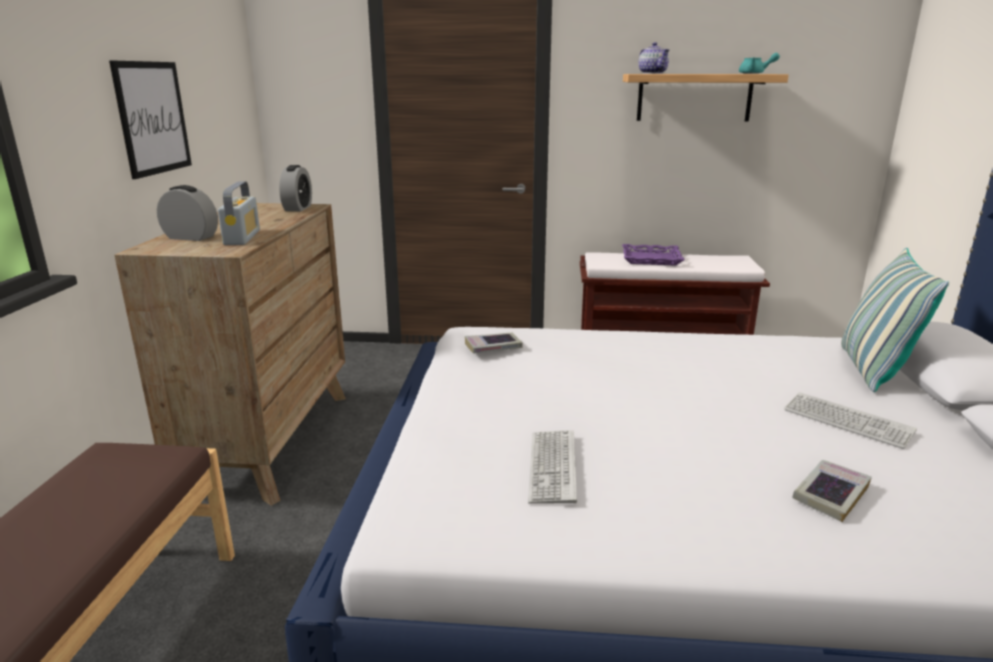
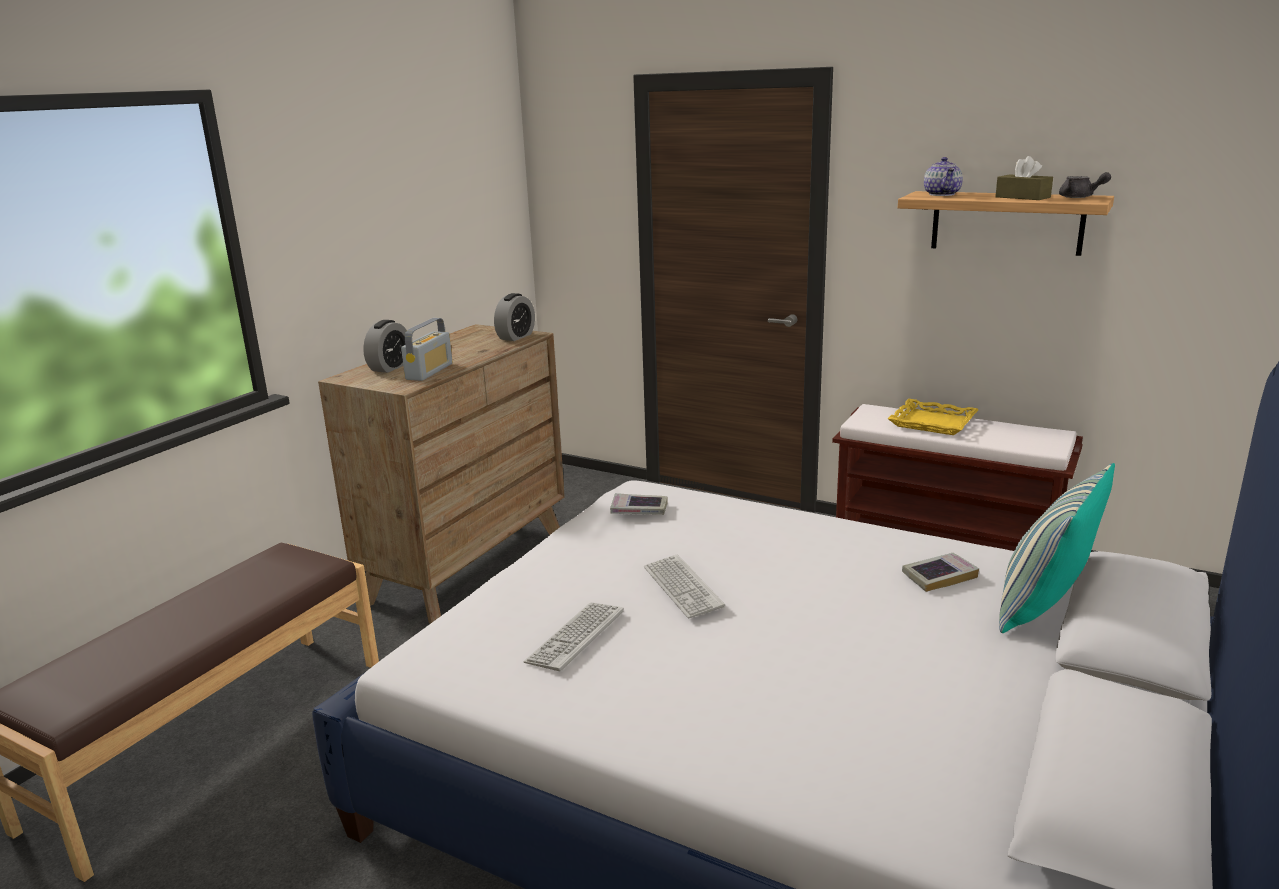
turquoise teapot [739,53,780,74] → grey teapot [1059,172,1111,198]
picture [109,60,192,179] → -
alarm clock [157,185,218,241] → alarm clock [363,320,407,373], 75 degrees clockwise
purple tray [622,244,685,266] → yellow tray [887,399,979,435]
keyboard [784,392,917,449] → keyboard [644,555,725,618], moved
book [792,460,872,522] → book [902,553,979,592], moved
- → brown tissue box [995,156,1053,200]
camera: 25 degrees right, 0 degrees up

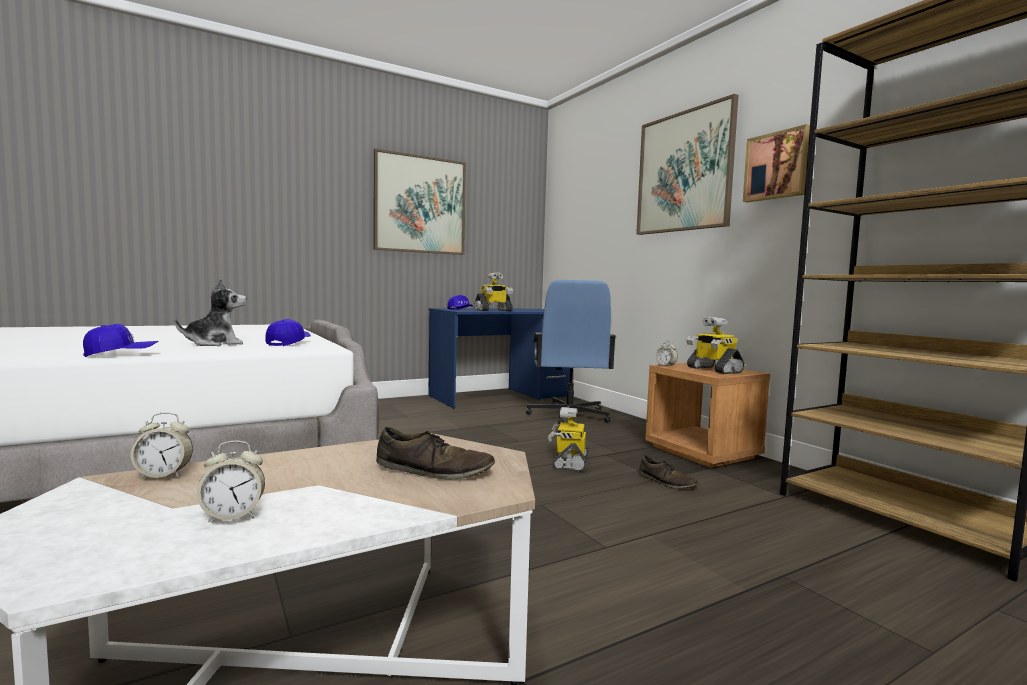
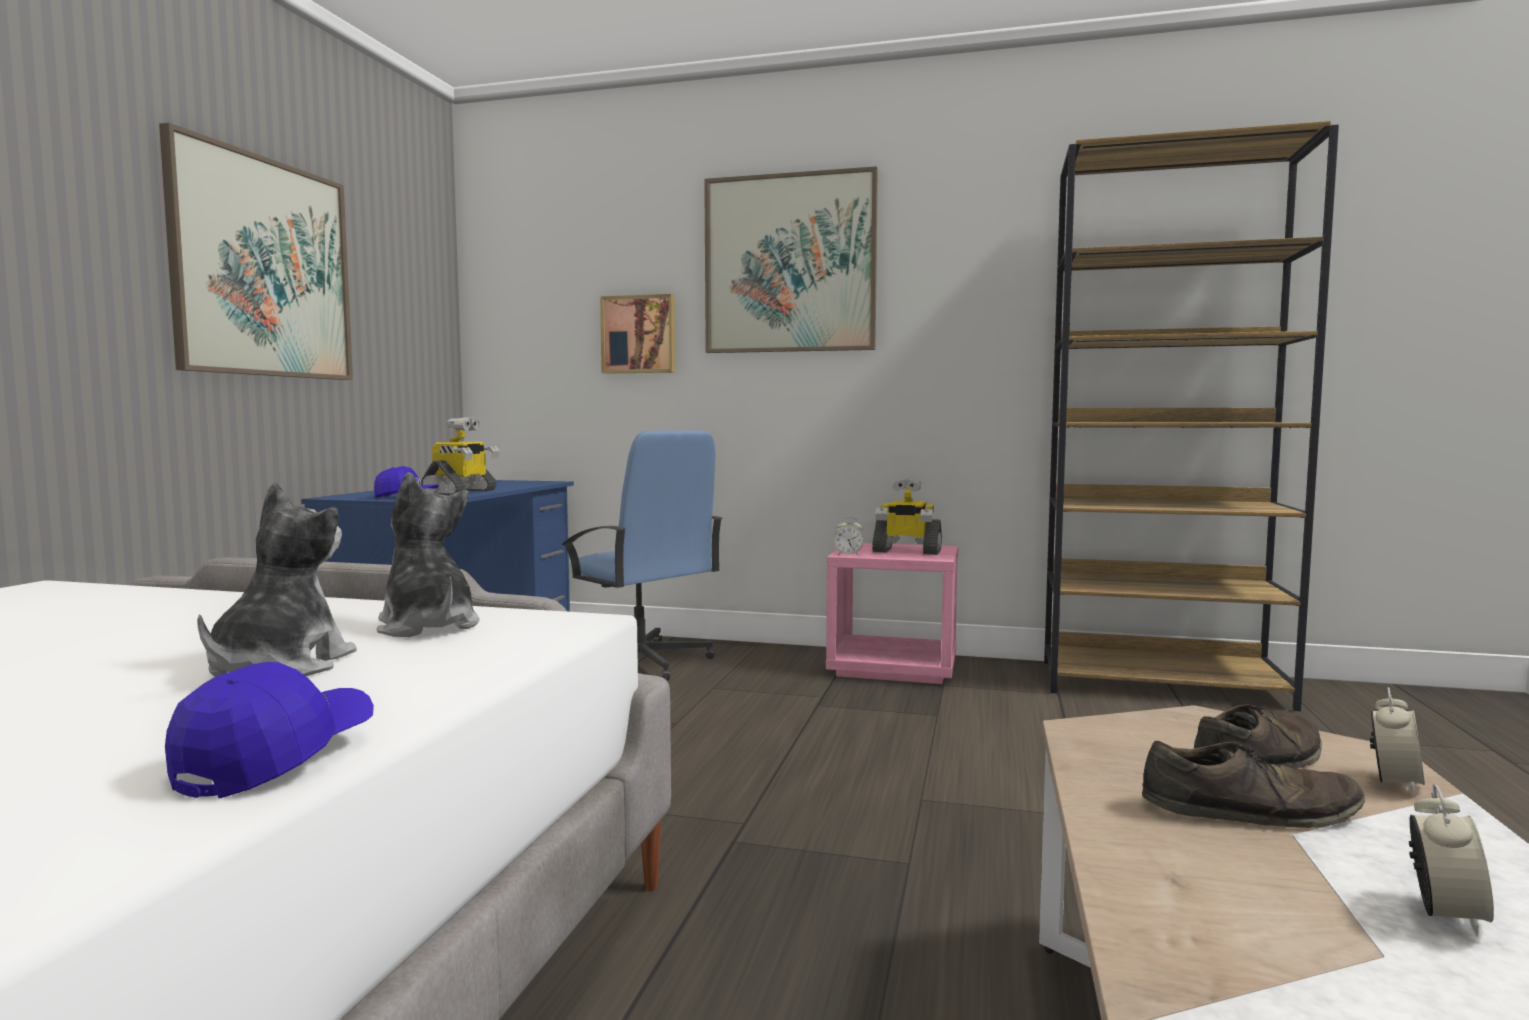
picture [743,124,810,202] → picture [600,294,675,374], moved
blue cap [265,319,311,346] → plush toy [376,472,479,637]
brown nightstand [645,363,770,468] → pink nightstand [826,543,958,684]
toy robot [548,407,588,471] → -
alarm clock [130,412,193,479] → alarm clock [1370,687,1425,794], moved
brown shoe [639,455,698,489] → brown shoe [1142,741,1365,828], moved
camera: 45 degrees left, 0 degrees up

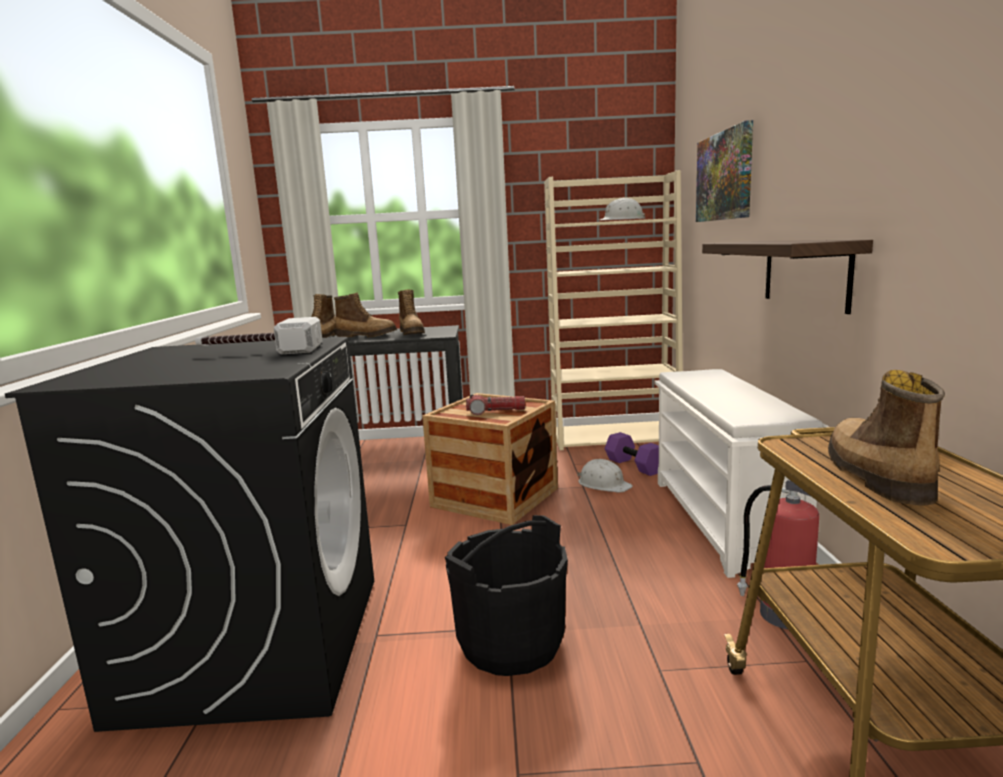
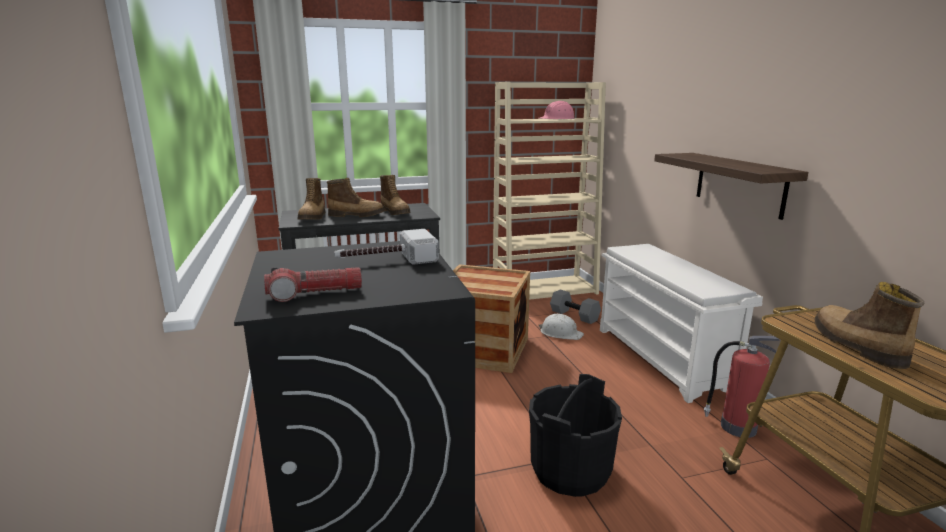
picture [696,120,753,222] → -
white hard hat [597,198,645,221] → pink hard hat [540,101,575,119]
flashlight [466,395,525,415] → flashlight [264,267,362,302], moved
purple dumbbell [605,432,659,476] → grey dumbbell [550,289,601,324]
camera: 15 degrees left, 5 degrees up

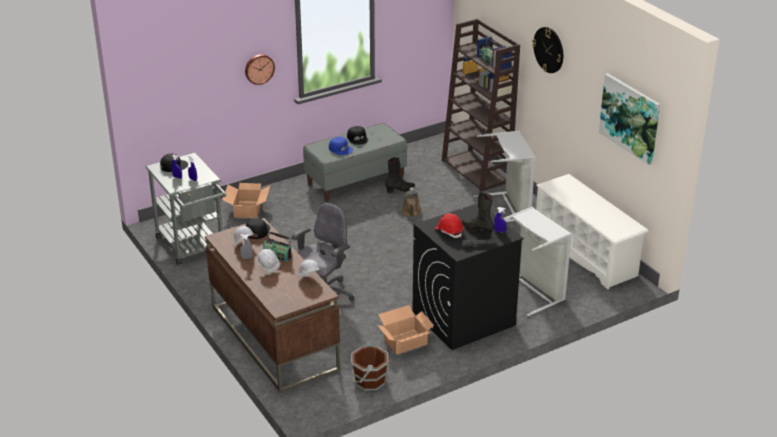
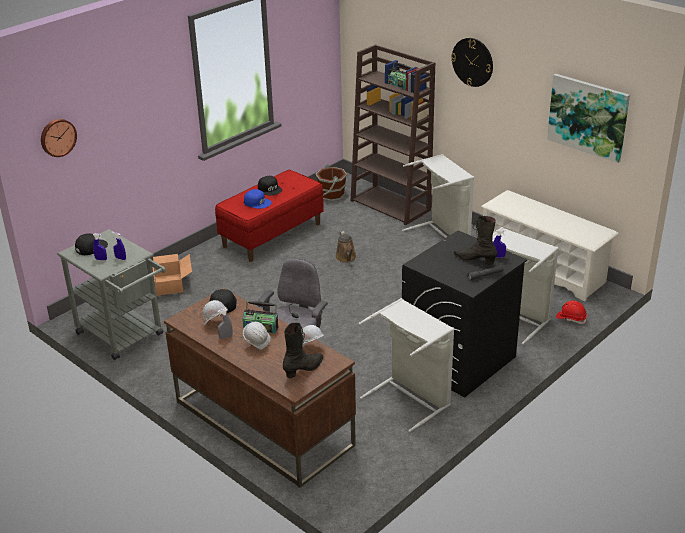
wall clock [245,54,275,85] → wall clock [41,119,77,157], moved
grey bench [303,123,407,202] → red bench [215,170,324,262]
black boot [385,157,415,193] → black boot [283,322,323,378], moved
red hard hat [435,213,463,238] → red hard hat [556,301,587,324], moved
cardboard box [377,305,434,355] → grey laundry basket [359,298,454,432]
brown bucket [351,342,389,391] → brown bucket [316,164,347,201], moved
camera: 15 degrees left, 0 degrees up

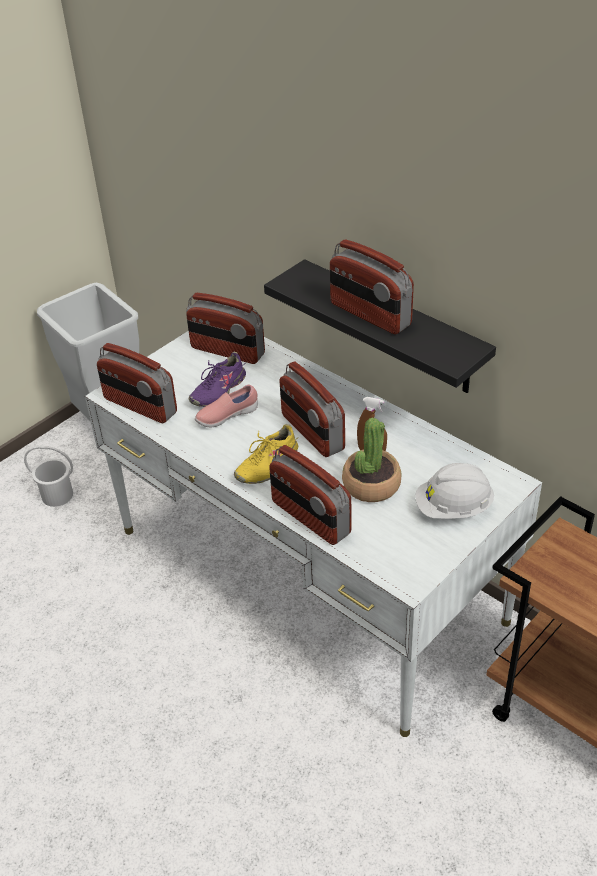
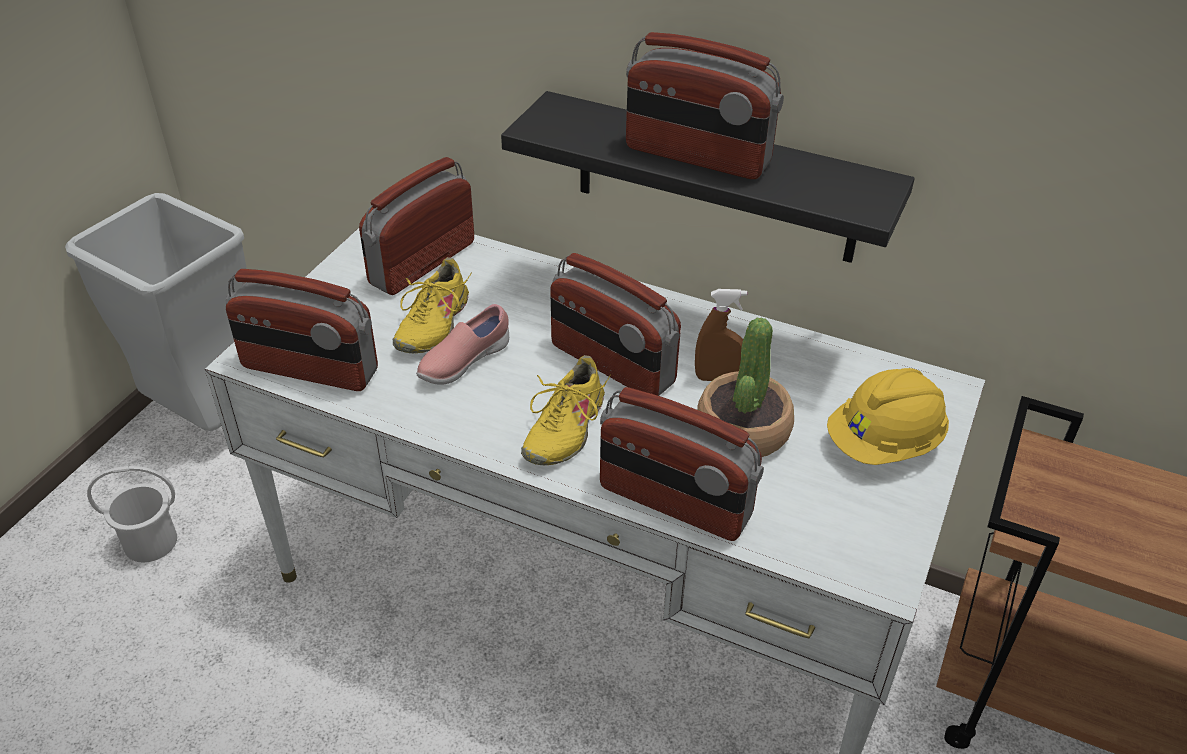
radio [186,293,265,364] → radio [359,157,474,295], 120 degrees clockwise
purple shoe [189,352,246,407] → yellow shoe [392,257,471,353]
white hard hat [415,463,494,519] → yellow hard hat [827,368,949,465]
camera: 20 degrees left, 0 degrees up

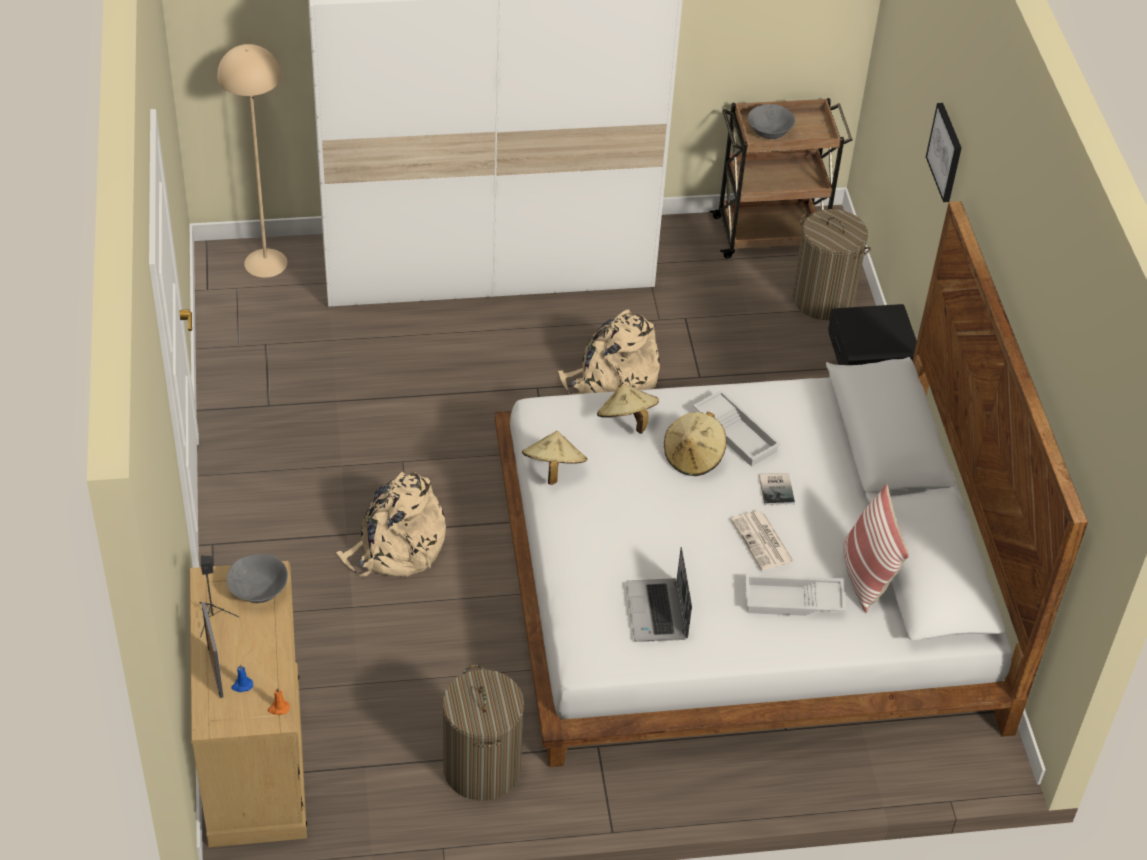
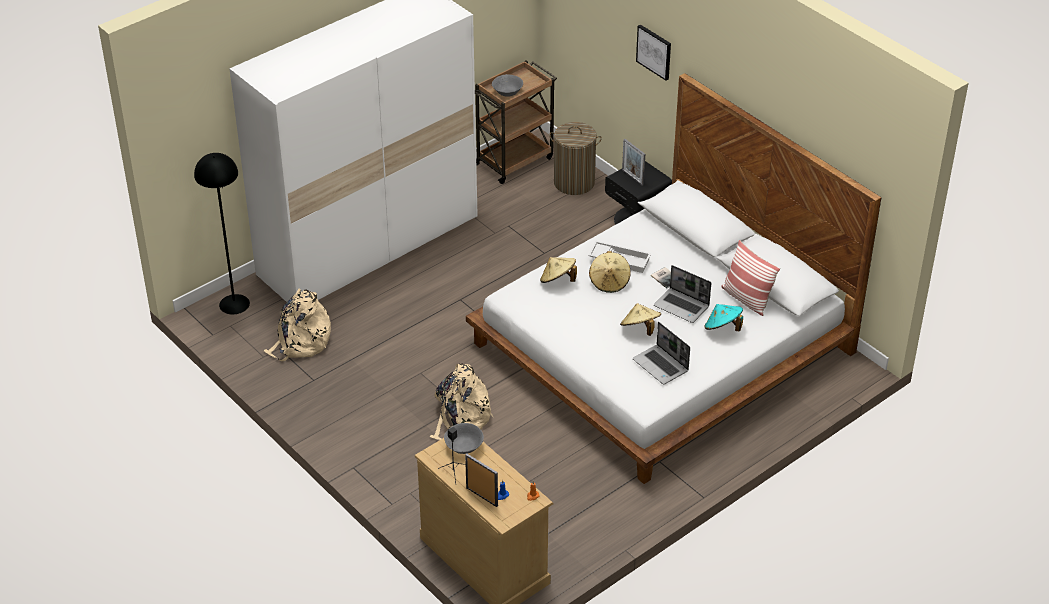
beige floor lamp [217,44,287,278] → black floor lamp [194,153,250,314]
beige backpack [558,310,660,395] → beige backpack [264,289,331,361], moved
beige hat [522,431,588,485] → beige hat [620,303,661,336], moved
newspaper [731,510,794,571] → laptop [654,265,711,323]
white tray [745,574,846,616] → turquoise hat [705,304,743,331]
laundry basket [442,665,524,800] → -
- → picture frame [622,139,645,186]
camera: 30 degrees left, 5 degrees down

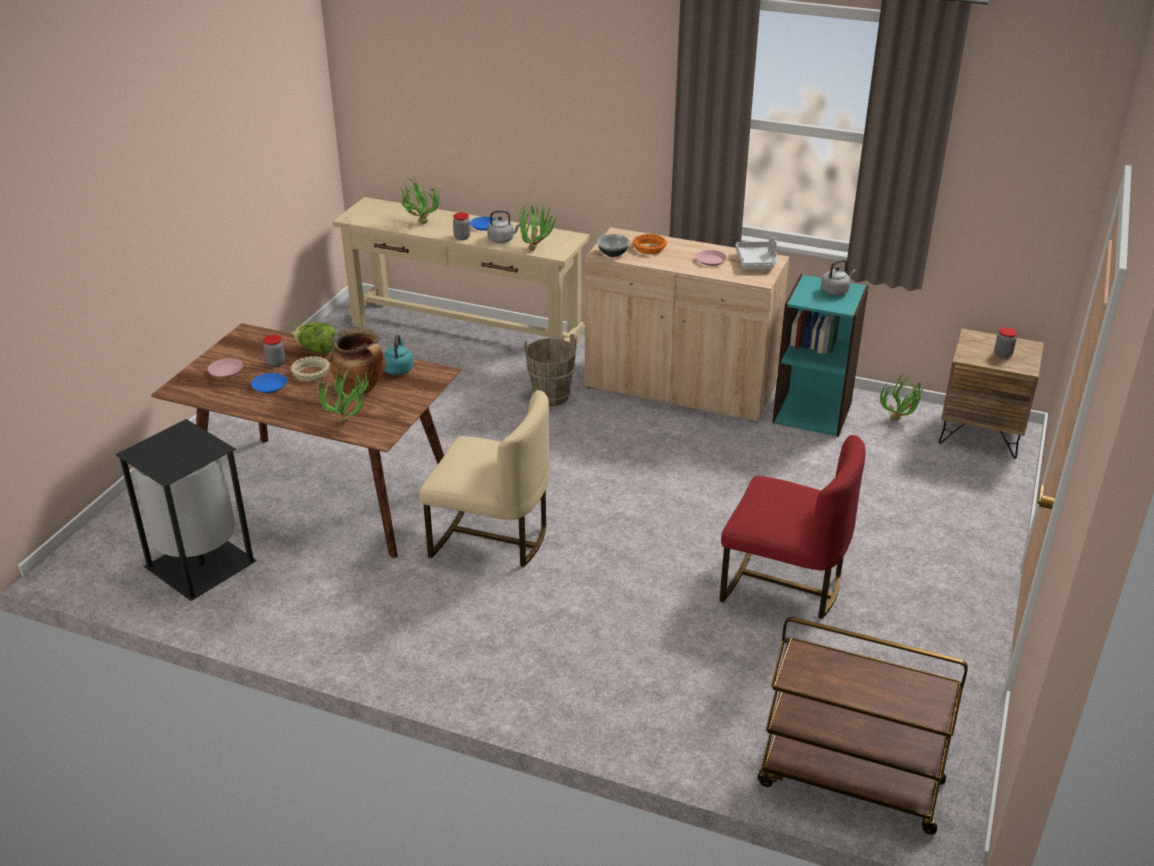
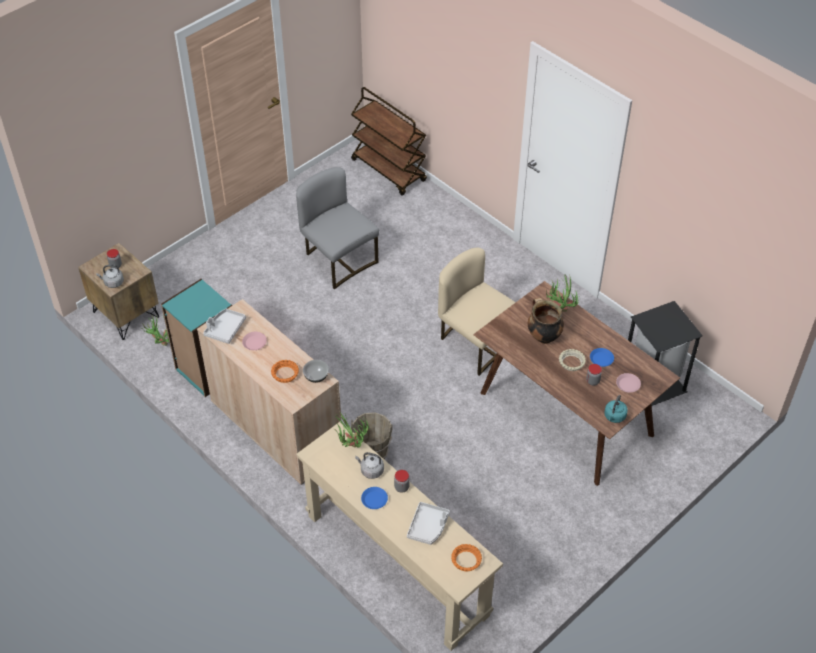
potted plant [398,178,439,224] → grey tray [407,502,450,545]
grey kettle [821,259,856,296] → grey kettle [96,264,124,288], moved
lettuce [293,323,336,355] → -
turquoise kettle [383,334,413,375] → turquoise kettle [604,395,628,423], moved
red chair [720,435,865,619] → grey chair [296,167,379,289]
- → orange bowl [451,544,482,571]
camera: 155 degrees left, 15 degrees up

